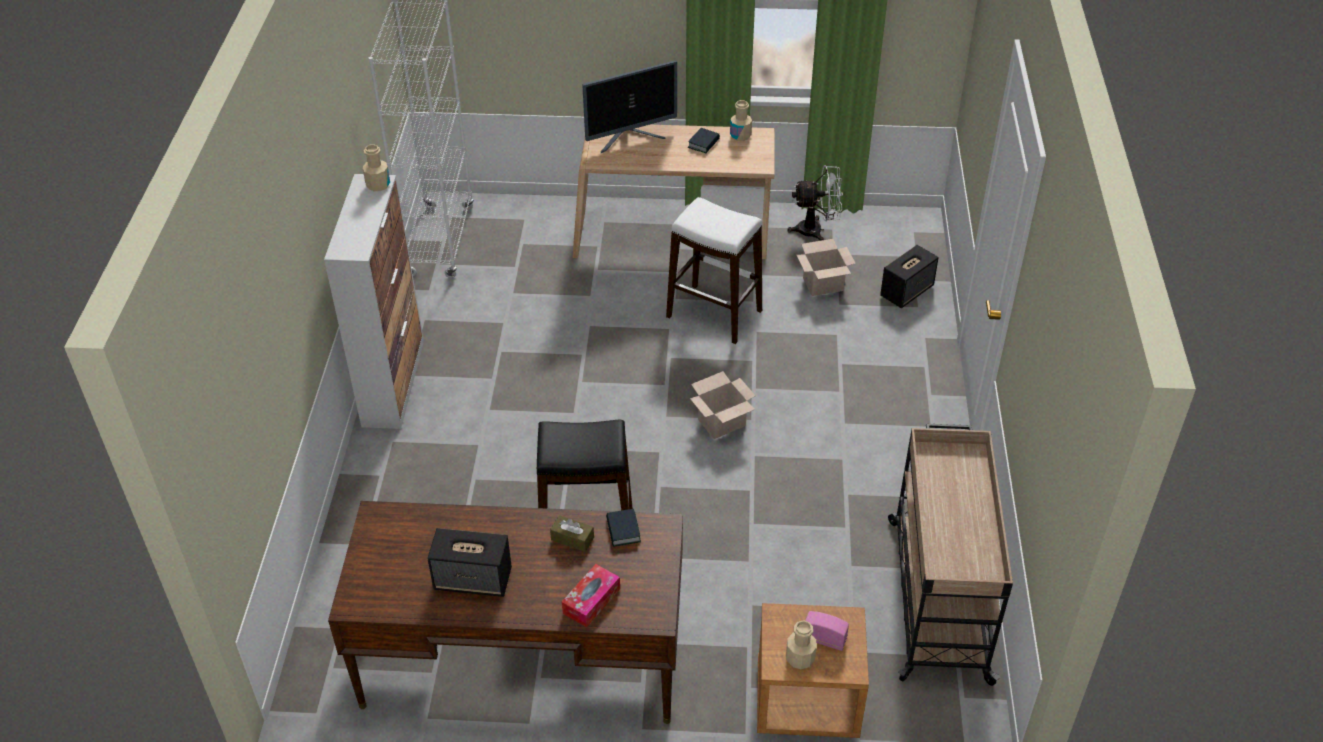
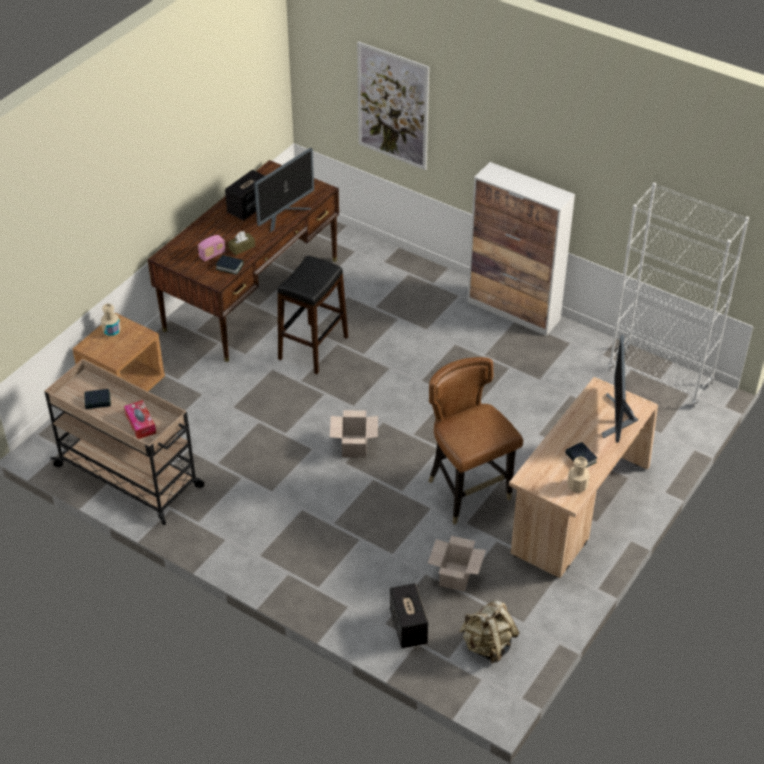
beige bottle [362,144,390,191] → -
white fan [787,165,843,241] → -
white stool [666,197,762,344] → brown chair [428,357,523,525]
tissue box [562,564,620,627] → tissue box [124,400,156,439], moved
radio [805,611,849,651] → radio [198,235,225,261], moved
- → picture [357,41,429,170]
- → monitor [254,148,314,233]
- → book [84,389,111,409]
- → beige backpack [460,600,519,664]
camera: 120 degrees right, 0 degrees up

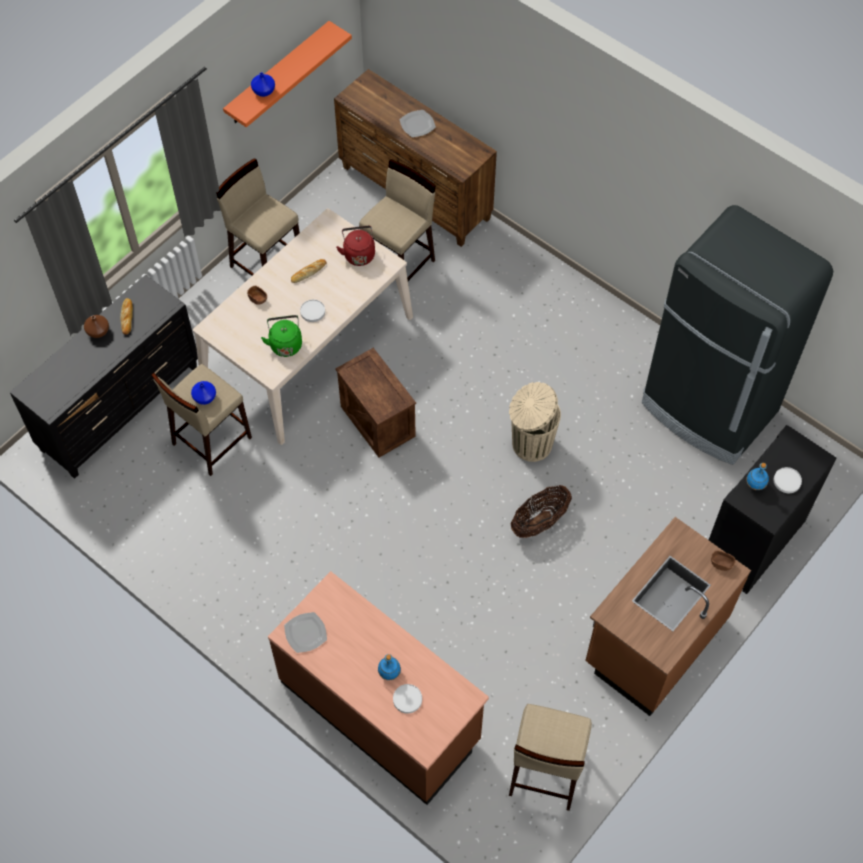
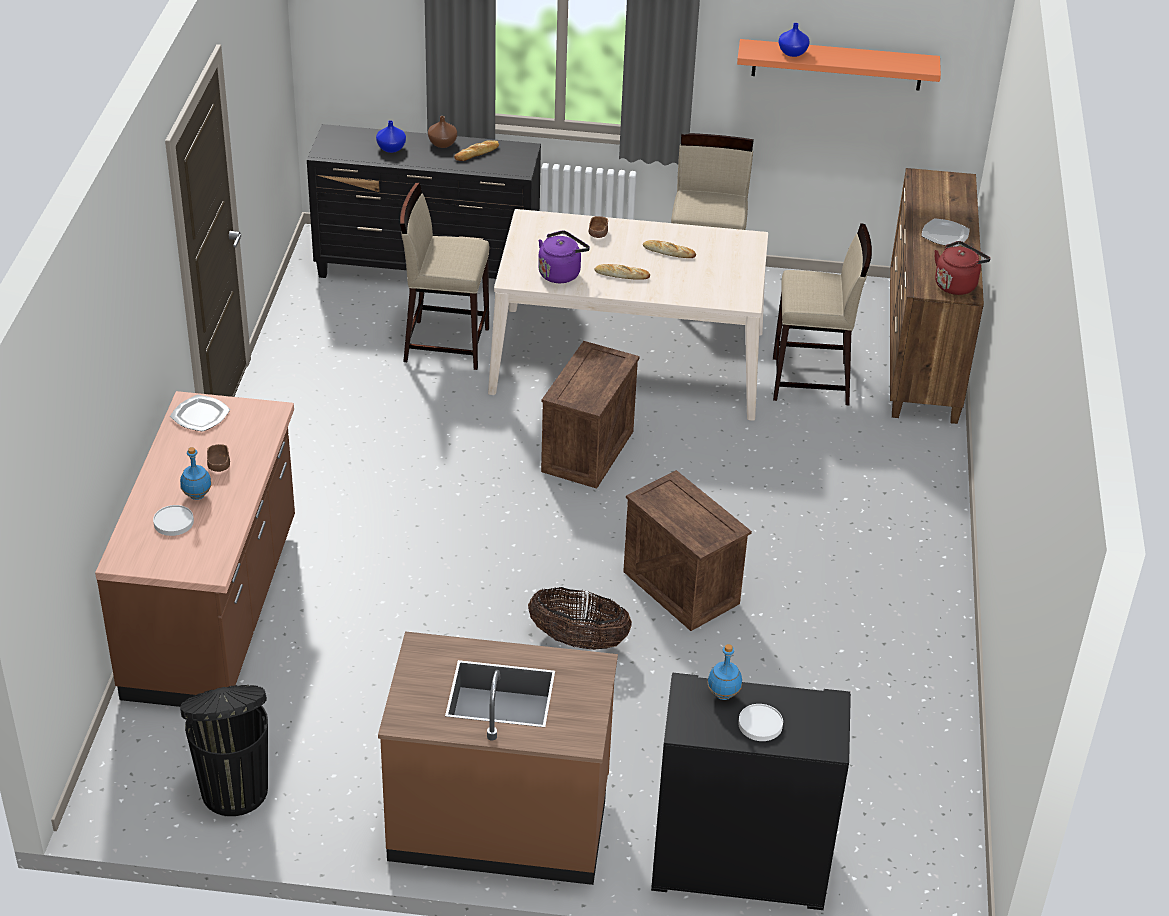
black fridge [642,205,833,465] → -
red kettle [336,226,375,266] → red kettle [935,241,991,295], moved
white plate [300,299,325,322] → bread [595,264,650,279]
green kettle [261,315,302,357] → purple kettle [538,230,590,283]
blue vase [191,381,216,405] → blue vase [376,120,406,153], moved
beige trash can [509,382,561,462] → crate [623,470,752,631]
brown bowl [711,550,736,571] → brown bowl [207,444,230,472], moved
beige stool [509,704,592,811] → black trash can [180,685,268,816]
camera: 55 degrees right, 20 degrees down

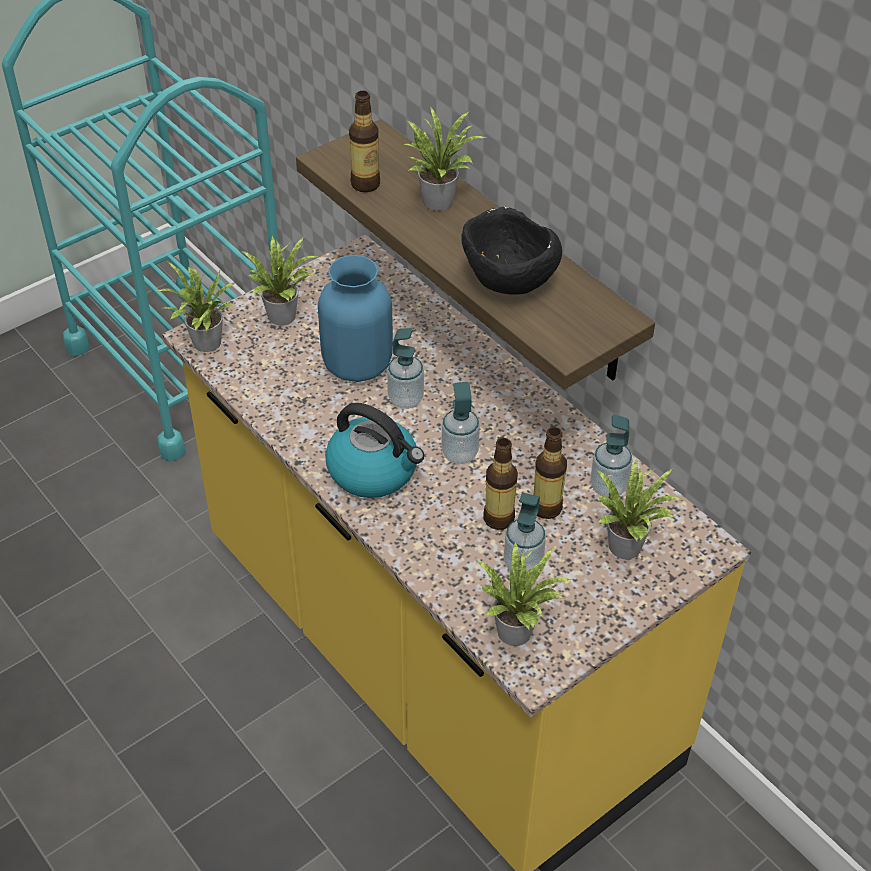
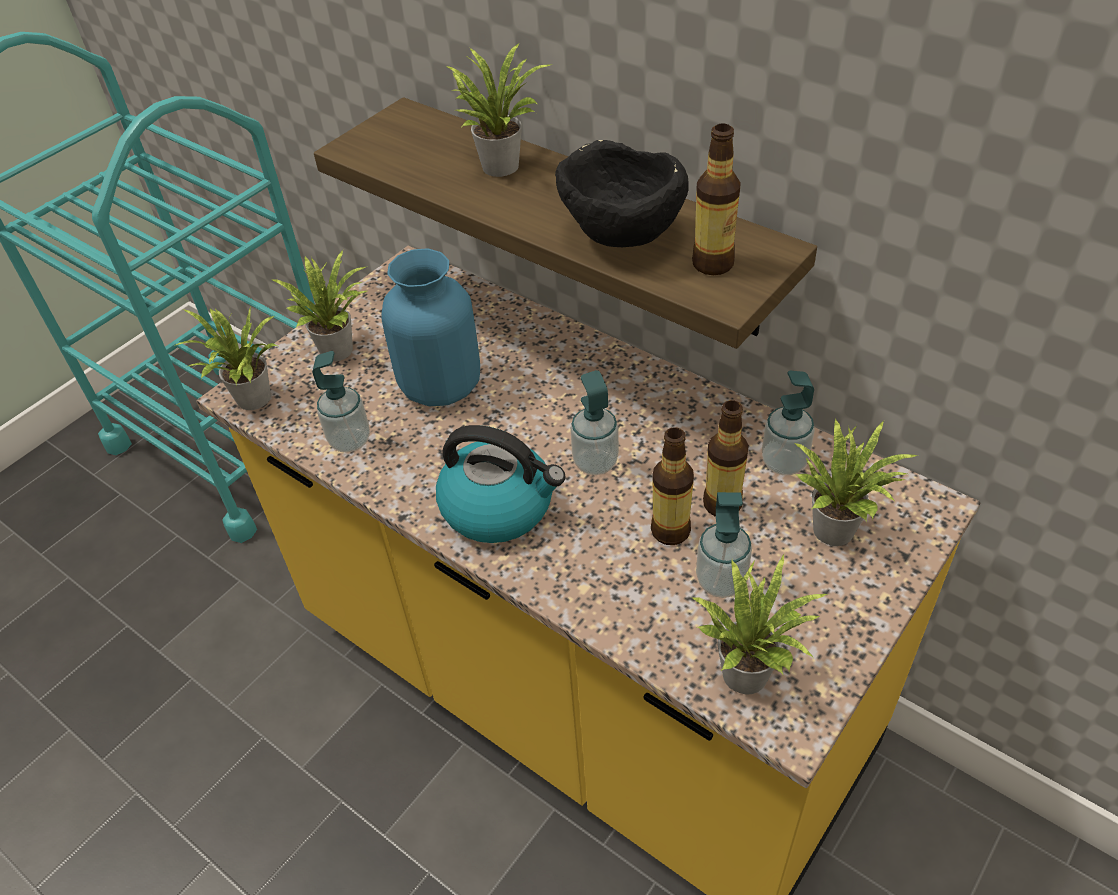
bottle [349,91,380,192] → bottle [692,124,741,275], moved
soap dispenser [387,328,424,409] → soap dispenser [313,351,370,453], moved
camera: 10 degrees left, 0 degrees up

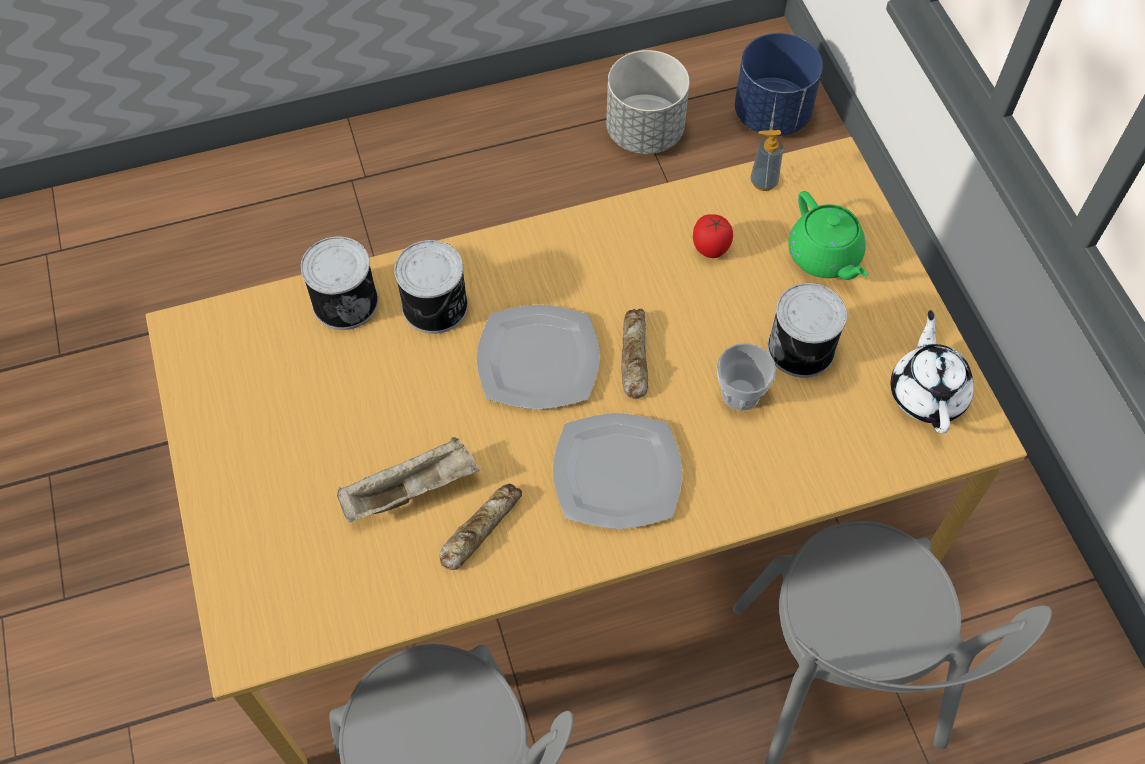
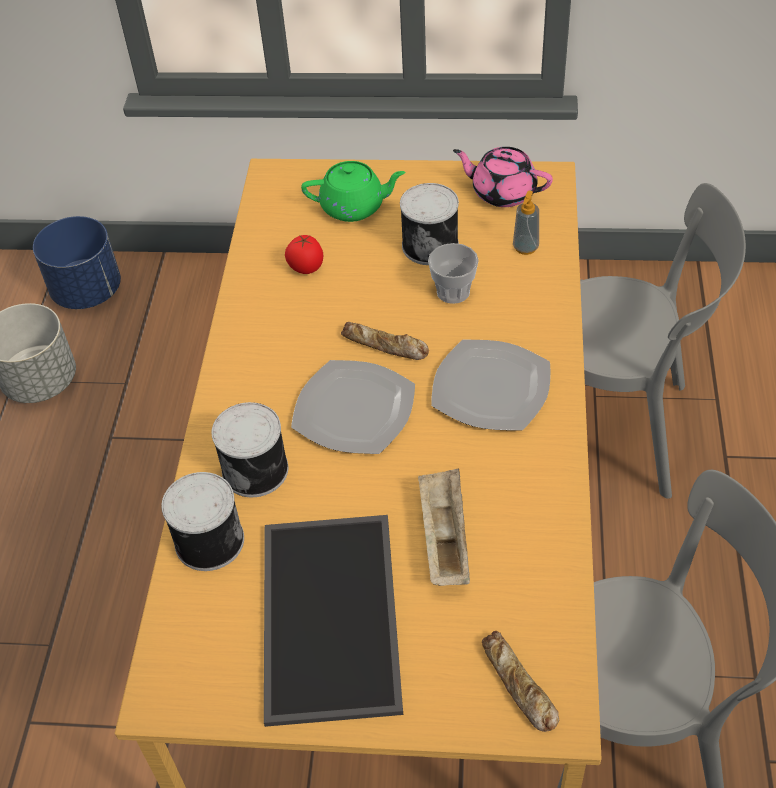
soap dispenser [750,130,784,191] → soap dispenser [513,190,539,255], moved
white teapot [891,310,974,434] → pink teapot [453,147,553,207]
bread [440,484,522,570] → bread [482,631,559,732], moved
- → tray [264,515,403,727]
camera: 65 degrees left, 10 degrees down

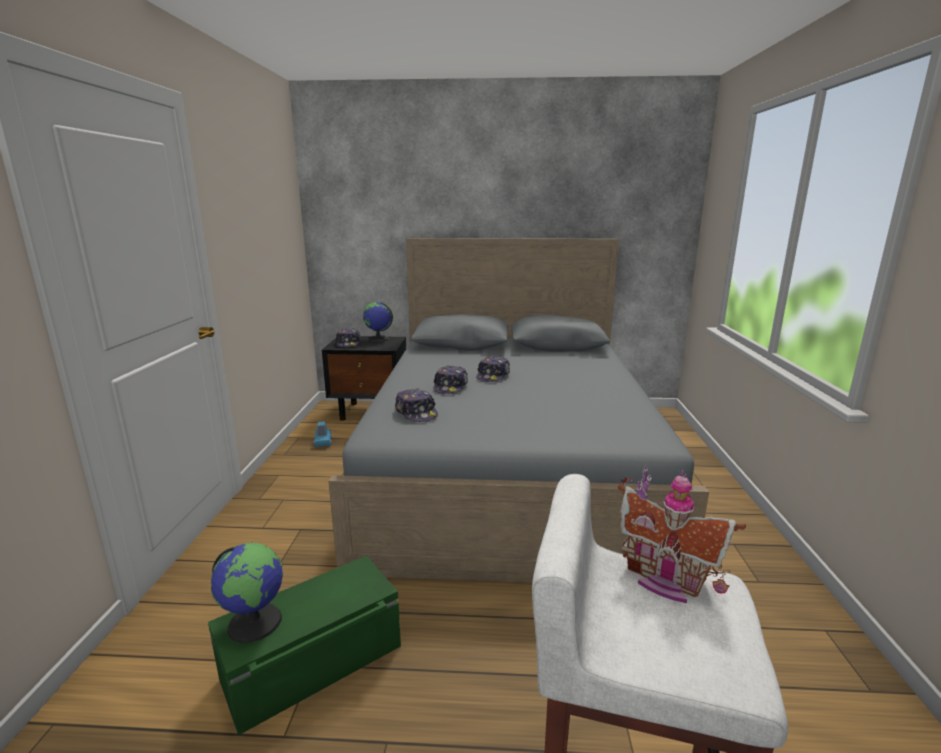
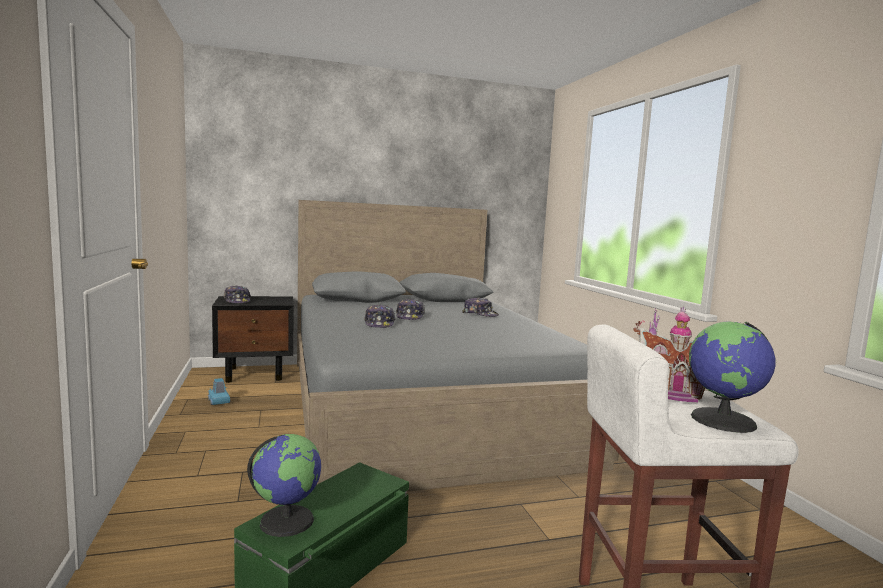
globe [363,302,393,342] → globe [689,321,776,433], moved
cap [395,388,438,422] → cap [462,297,499,317], moved
camera: 20 degrees left, 10 degrees down

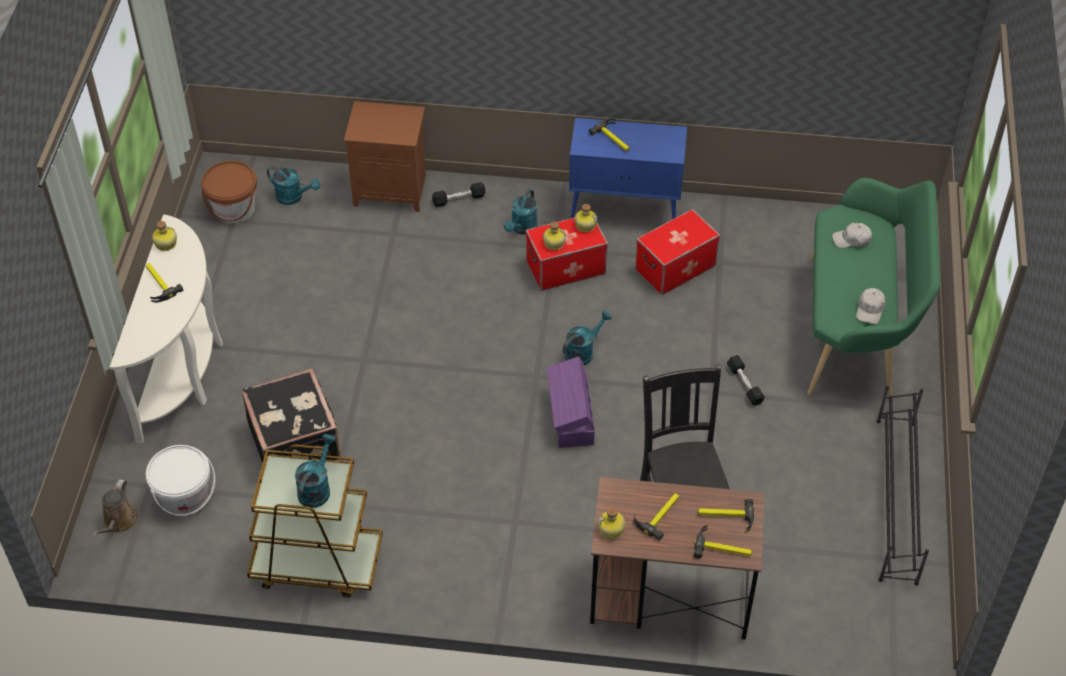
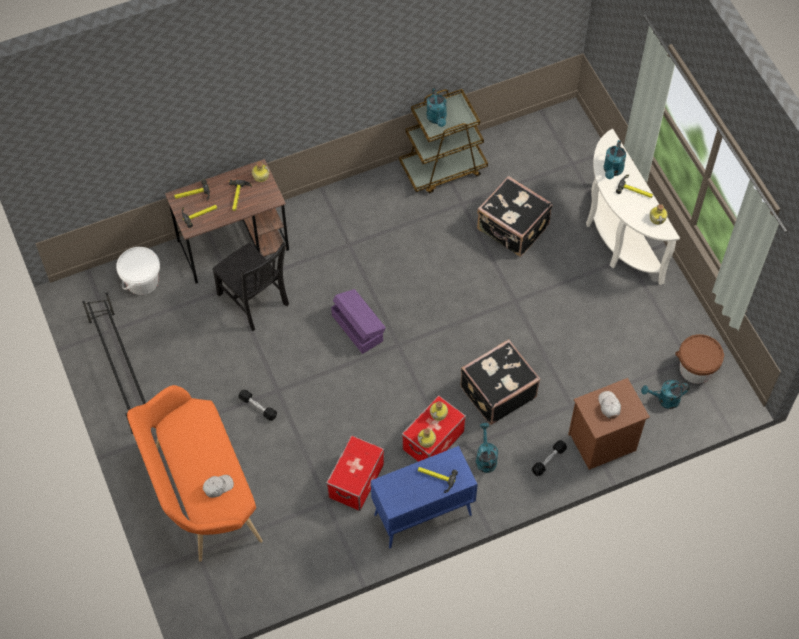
green bench [807,178,940,396] → orange bench [127,385,263,562]
white cap [856,288,885,324] → white cap [598,391,621,418], moved
turquoise watering can [563,310,612,365] → turquoise watering can [603,140,626,179], moved
white bucket [146,445,215,516] → white bucket [116,247,160,295], moved
brown watering can [93,479,138,536] → -
- → black suitcase [460,339,540,425]
camera: 150 degrees right, 10 degrees up

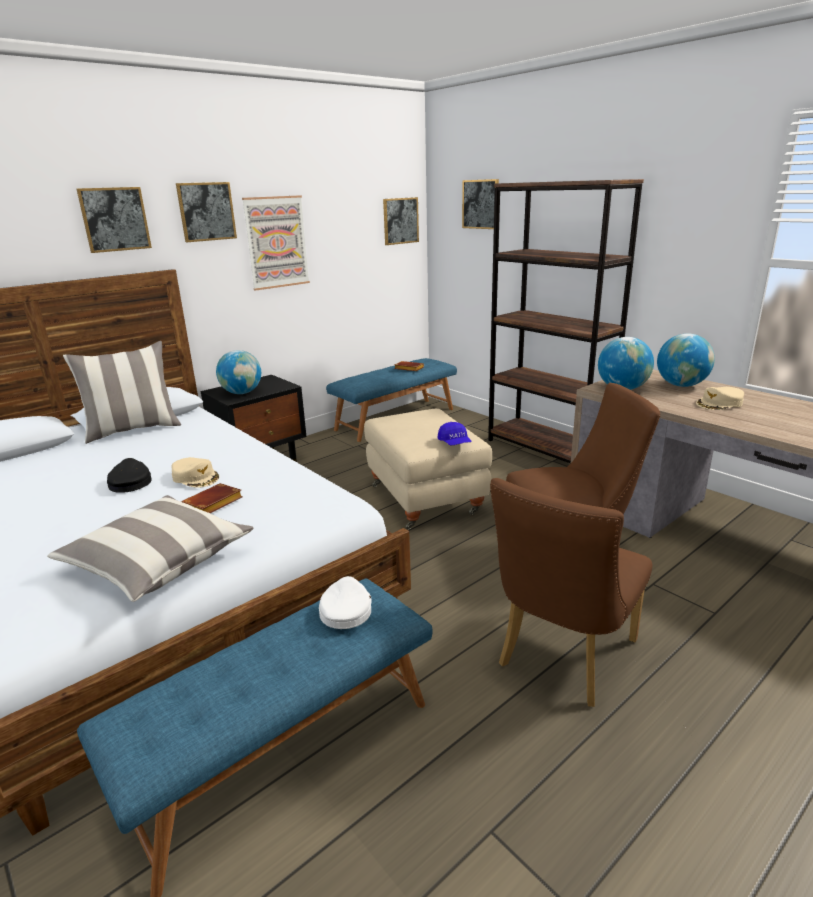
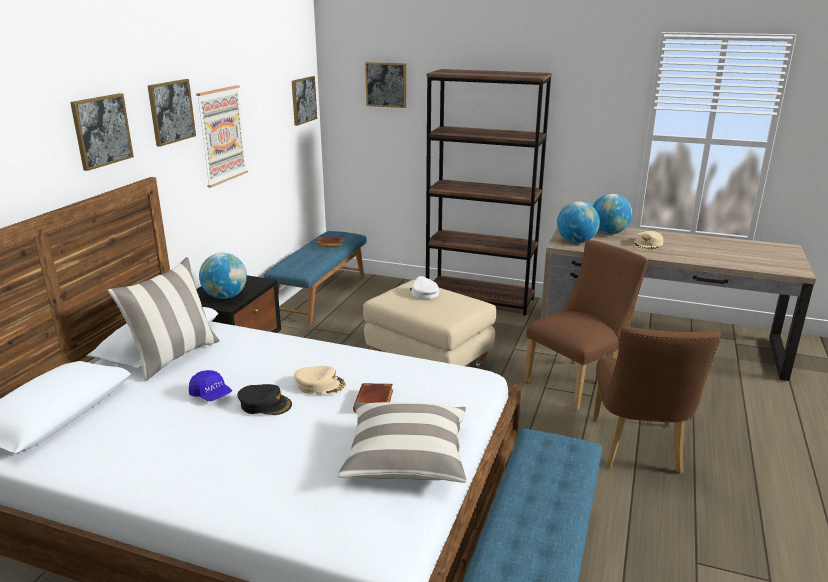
blue cap [438,422,472,445] → blue cap [189,370,232,401], moved
black cap [107,458,152,493] → black cap [237,384,292,415], 150 degrees clockwise
white cap [319,576,372,629] → white cap [410,276,439,299], moved
camera: 30 degrees left, 0 degrees up

